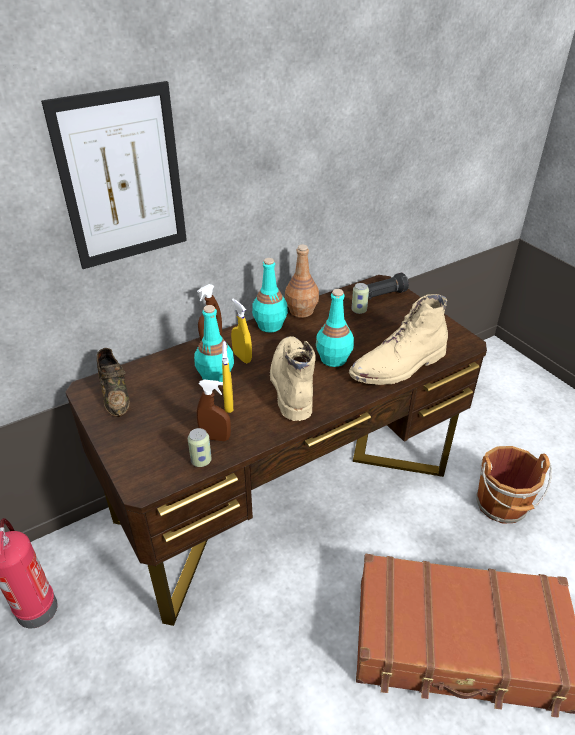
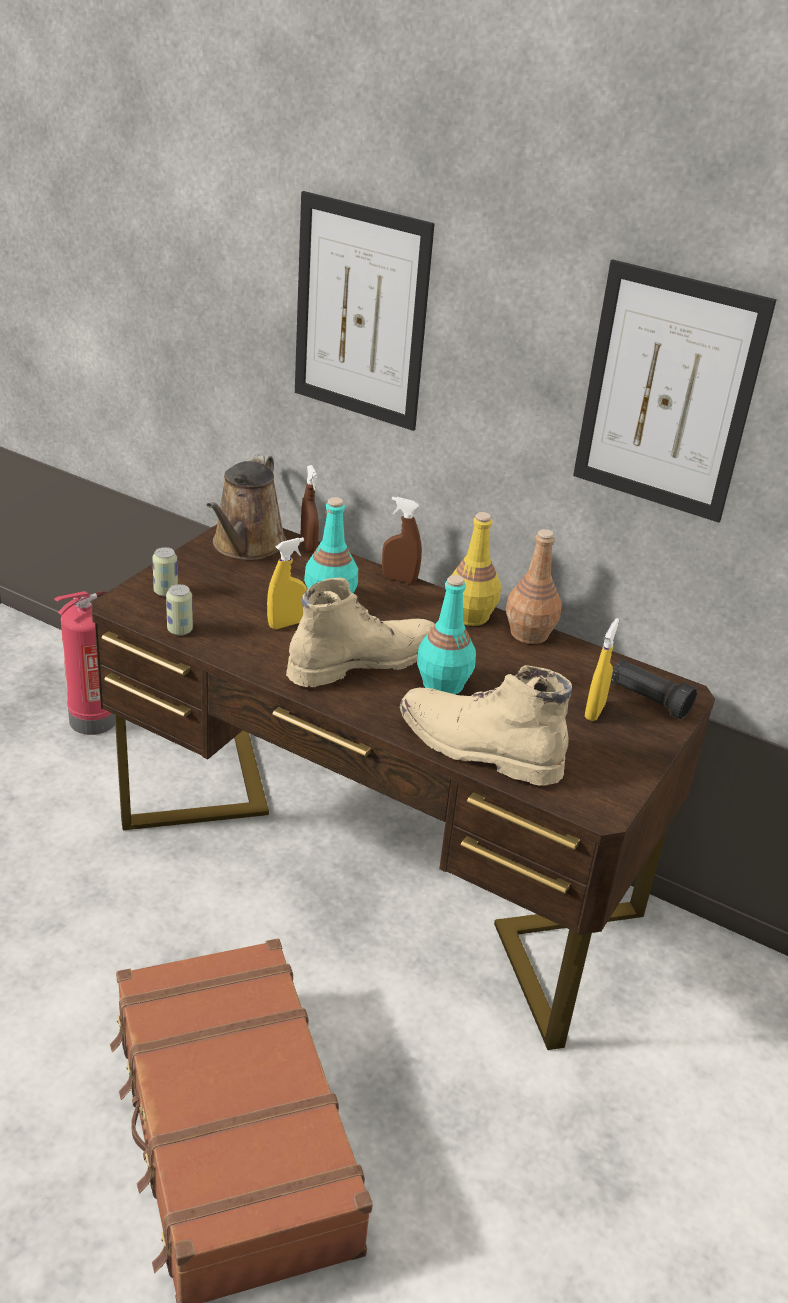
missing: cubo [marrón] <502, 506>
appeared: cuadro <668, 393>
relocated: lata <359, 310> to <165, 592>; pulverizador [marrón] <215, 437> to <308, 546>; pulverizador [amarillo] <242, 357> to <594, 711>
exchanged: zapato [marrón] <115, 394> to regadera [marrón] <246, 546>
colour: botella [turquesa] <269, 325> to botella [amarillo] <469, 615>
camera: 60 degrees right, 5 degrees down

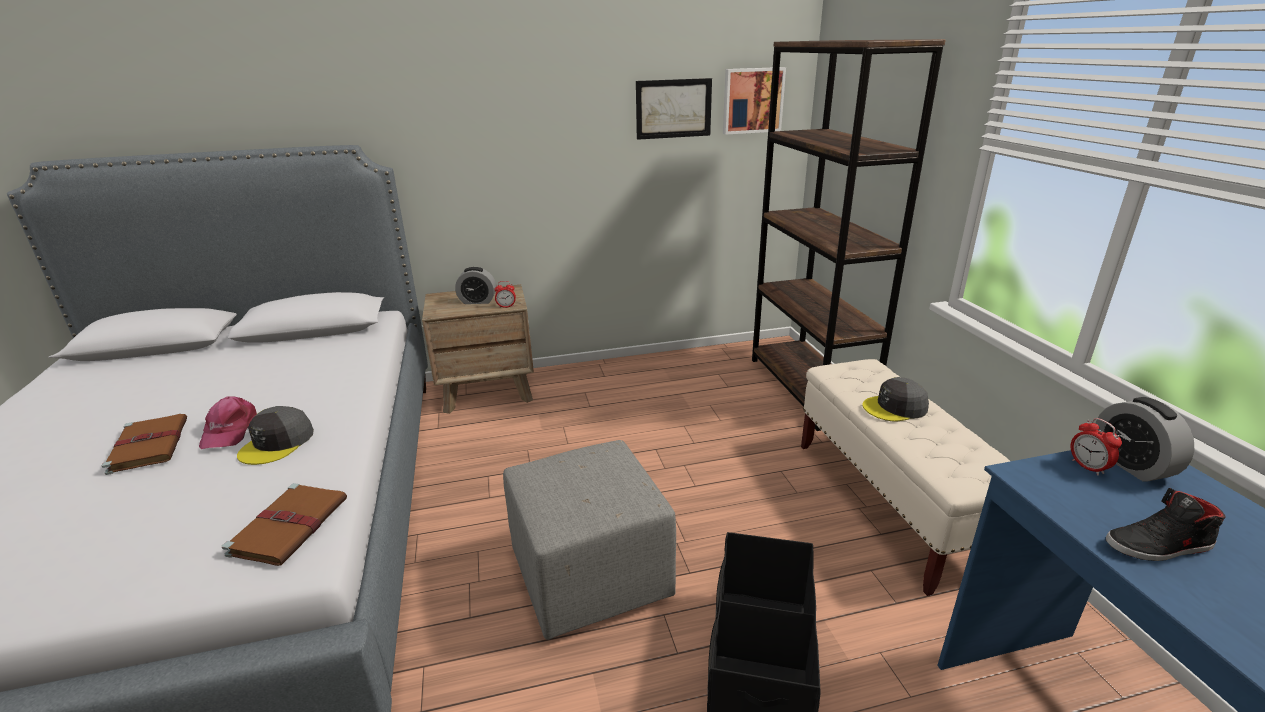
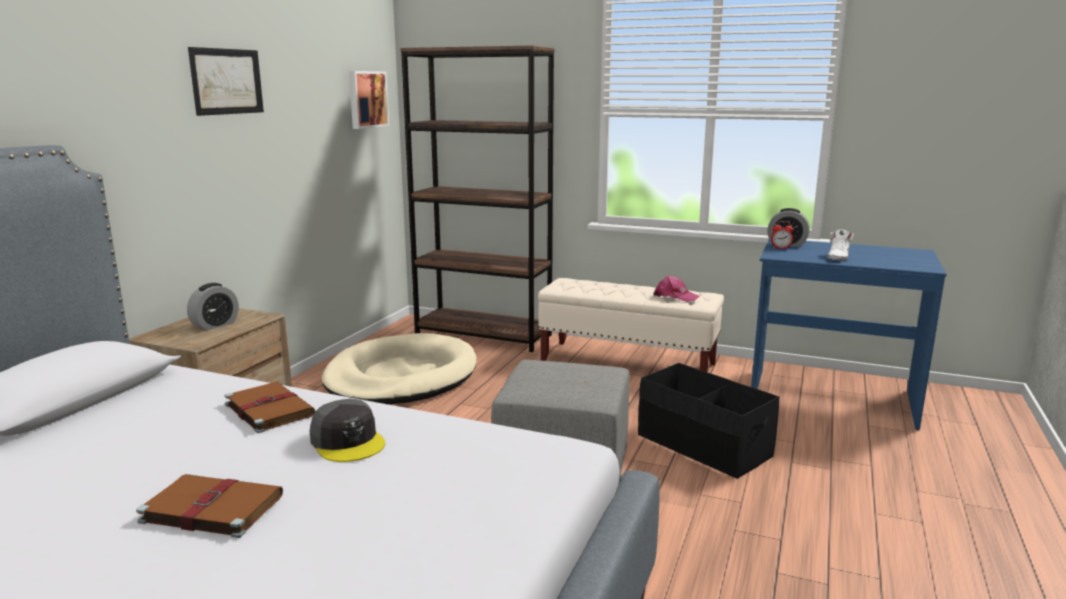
missing: despertador <506, 306>; gorra [gris] <895, 407>
appeared: cama para perro [beis] <401, 377>
relocated: cuadro <673, 108> to <227, 81>; libro [marrón] <291, 525> to <268, 409>; gorra [rosa] <230, 430> to <675, 296>
colour: zapato [negro] <1159, 546> to zapato [blanco] <838, 257>
camera: 55 degrees left, 10 degrees down

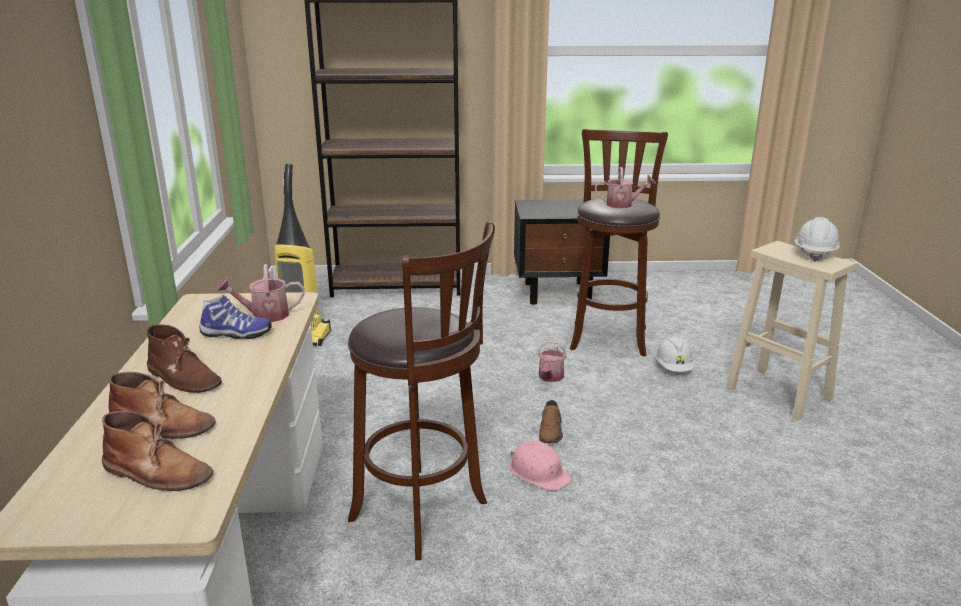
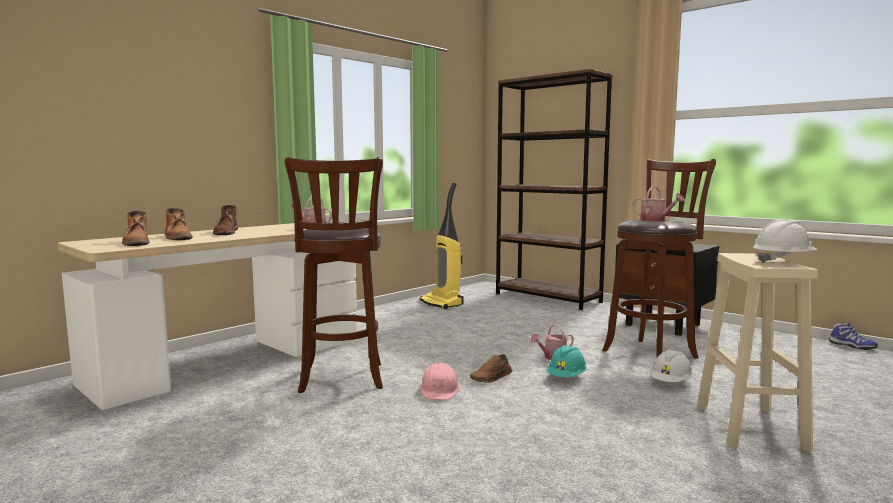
appeared: casco [turquesa] <566, 377>
relocated: zapato <235, 334> to <851, 346>
camera: 45 degrees right, 15 degrees down

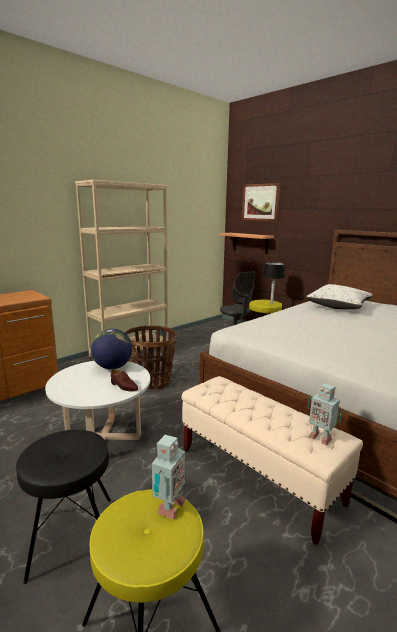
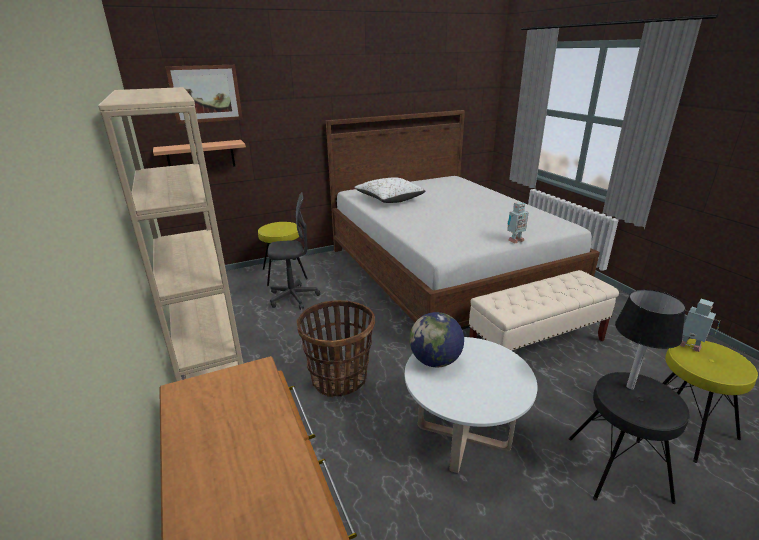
missing: zapato [marrón] <124, 386>
relocated: robot de juguete <320, 437> to <514, 240>; lámpara de mesa [negro] <271, 304> to <630, 387>
camera: 70 degrees left, 10 degrees up

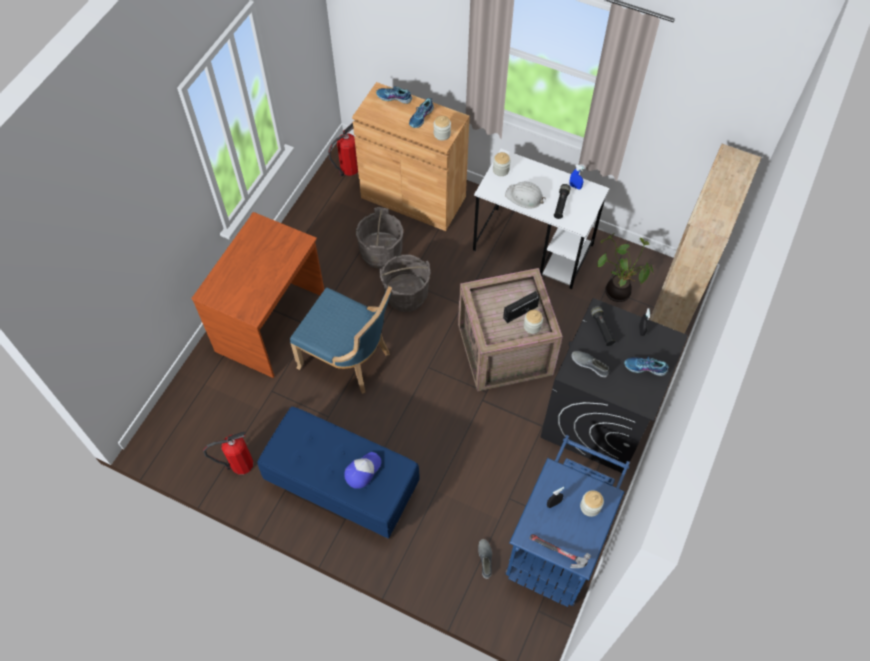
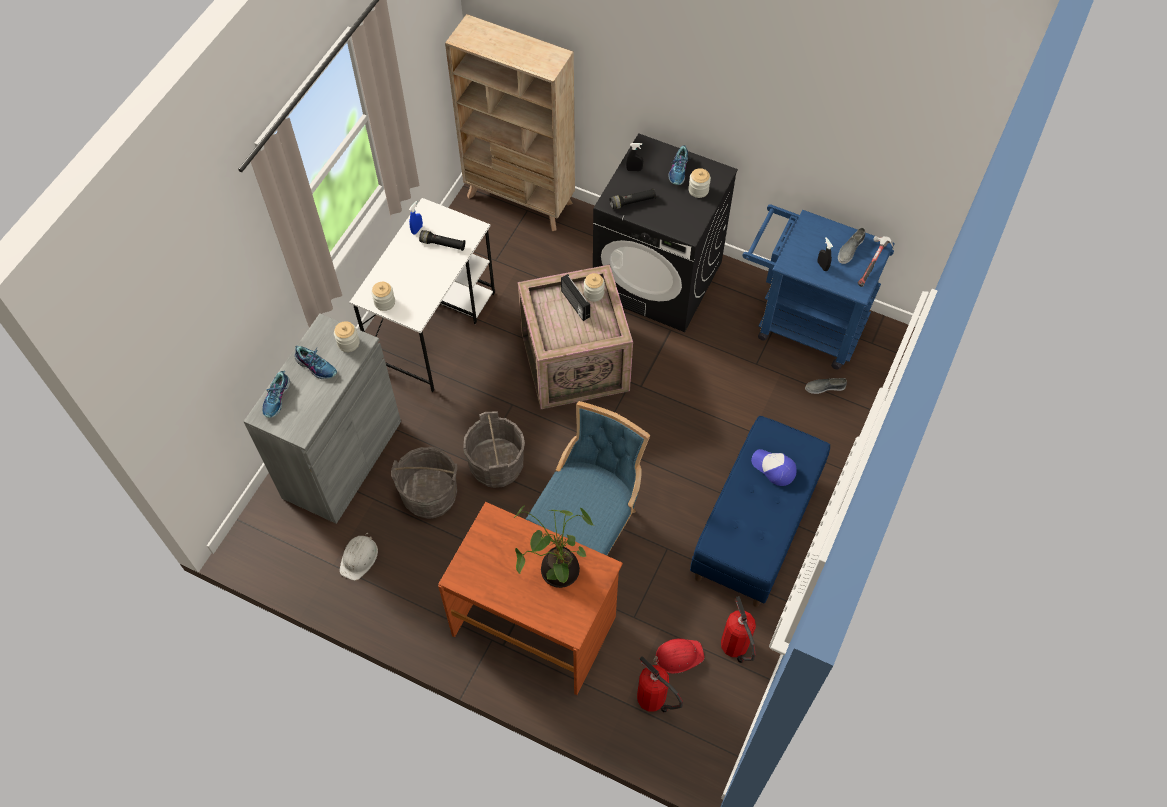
appeared: casco [rojo] <678, 655>
relocated: casco [blanco] <524, 197> to <359, 558>; planta en maceta <618, 290> to <556, 569>; extintor <348, 169> to <654, 699>; tarro <590, 507> to <698, 190>; zapato [gris] <590, 364> to <850, 249>
colour: armario [marrón] <413, 197> to armario [gris] <342, 459>
camera: 90 degrees left, 0 degrees up

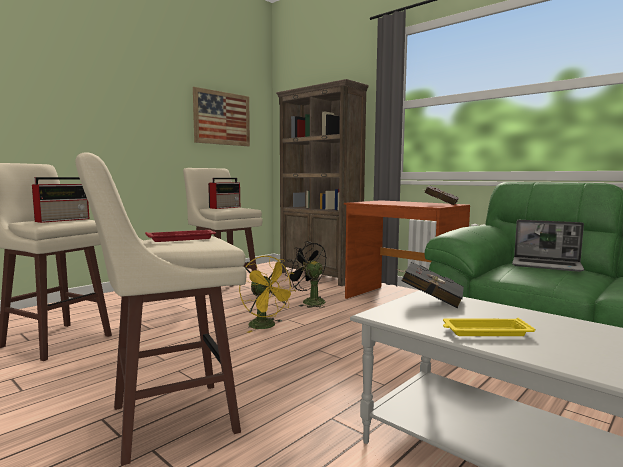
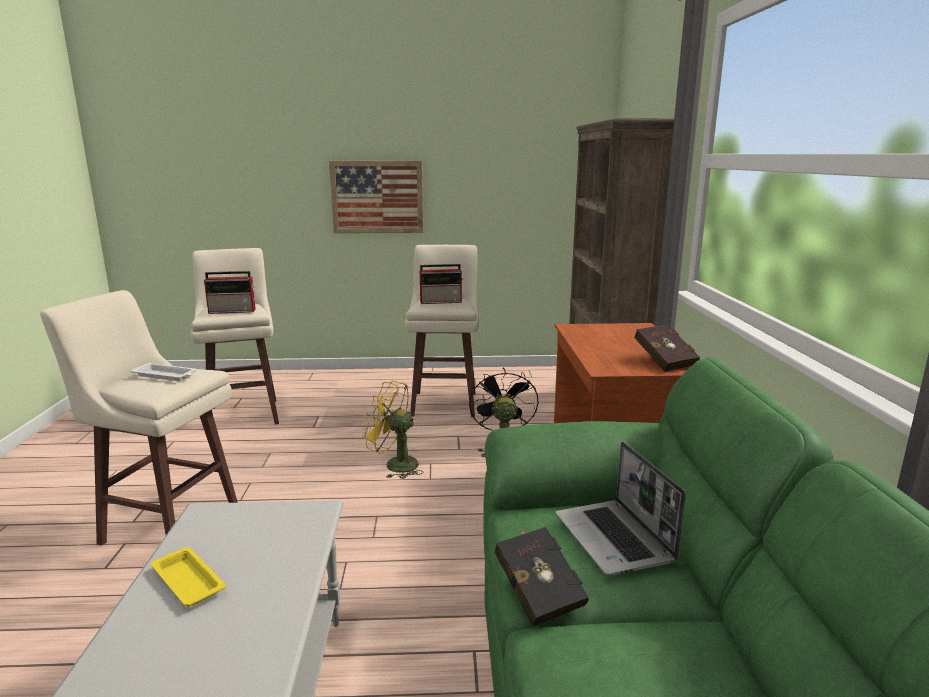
relocated: cuadro <222, 118> to <377, 197>; libro [negro] <429, 299> to <537, 591>
colour: bandeja [rojo] <182, 239> to bandeja [blanco] <165, 375>
spun: ventilador [amarillo] <266, 326> = <394, 465> 105 degrees clockwise
camera: 45 degrees right, 10 degrees up

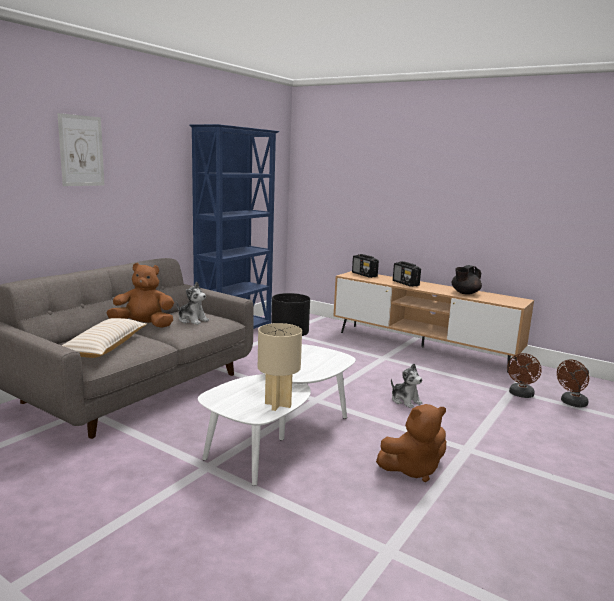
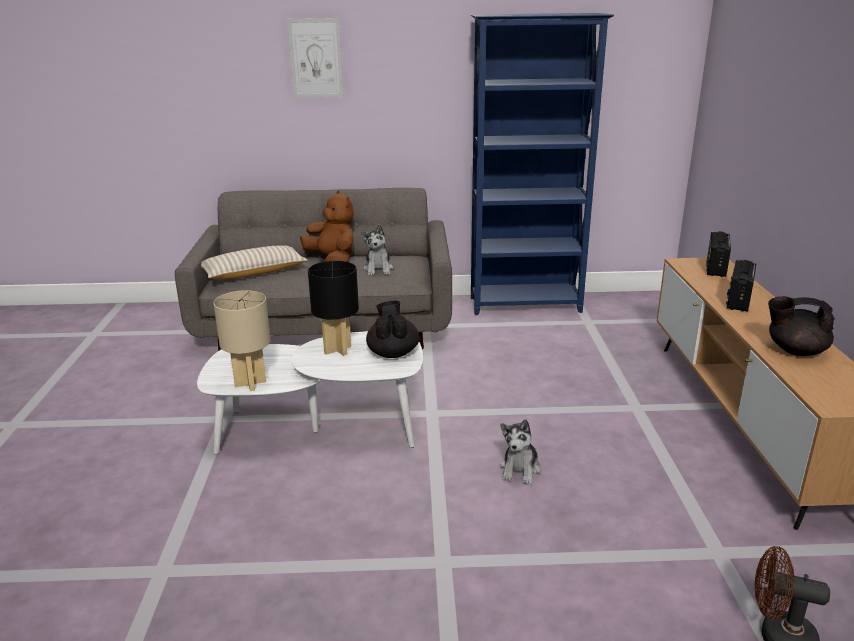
missing: peluche [marrón] <413, 469>; ventilador [marrón] <521, 395>
appeared: tetera [negro] <393, 353>
camera: 55 degrees right, 10 degrees up

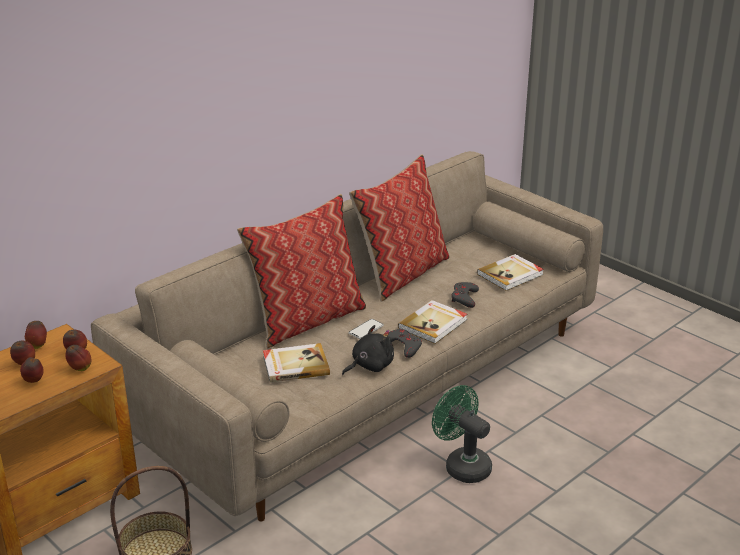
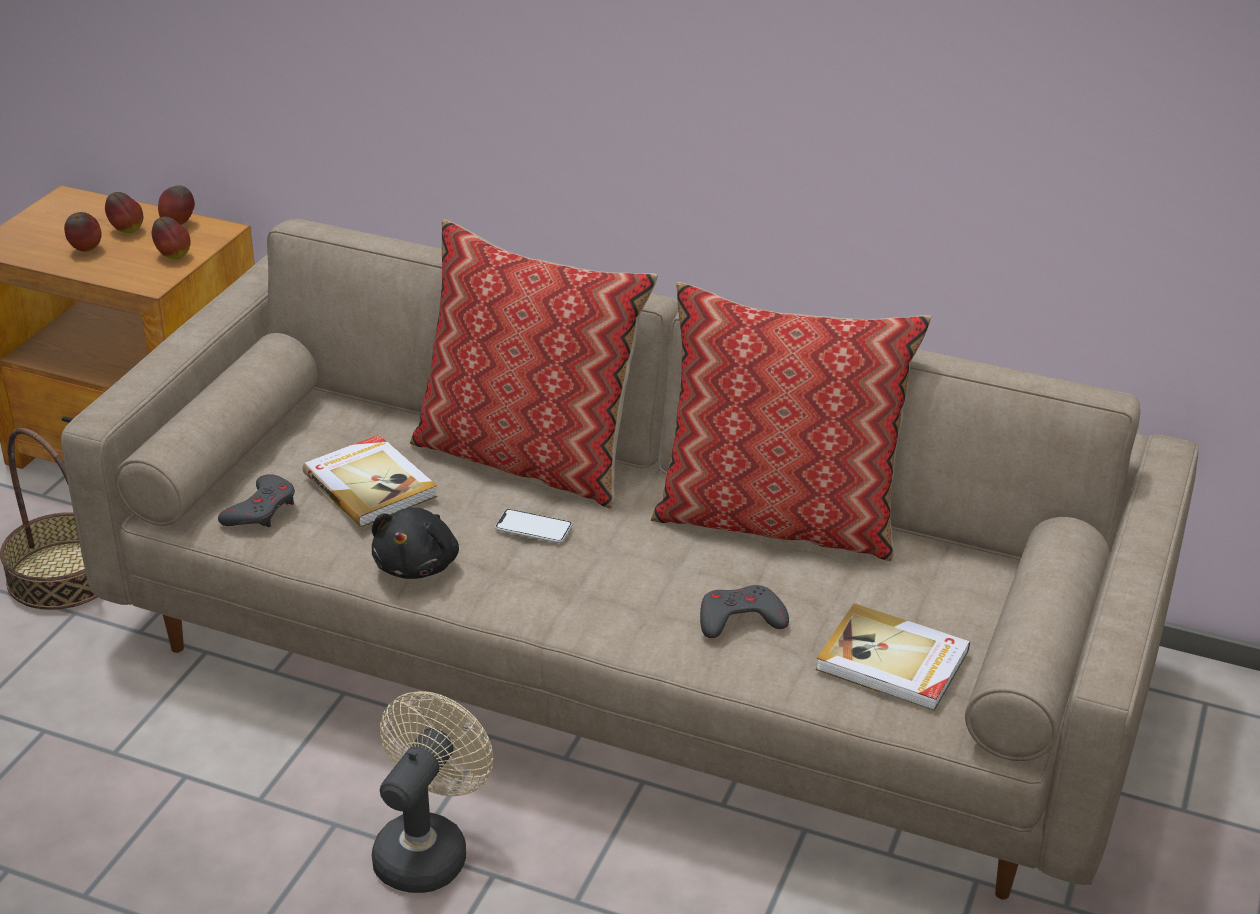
missing: manzana <80, 369>; libro <434, 324>
relocated: mando de consola [gris] <403, 346> to <261, 509>
colour: ventilador [verde] <462, 465> to ventilador [beis] <427, 848>
spun: peluche [negro] <370, 366> = <418, 565> 75 degrees clockwise
camera: 65 degrees right, 5 degrees up

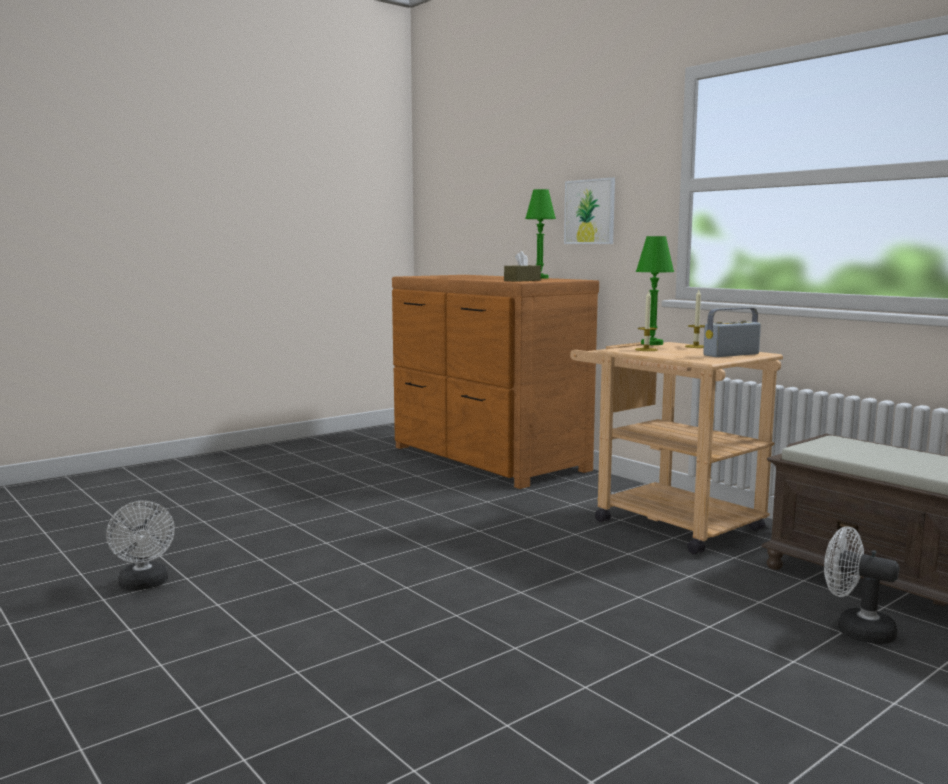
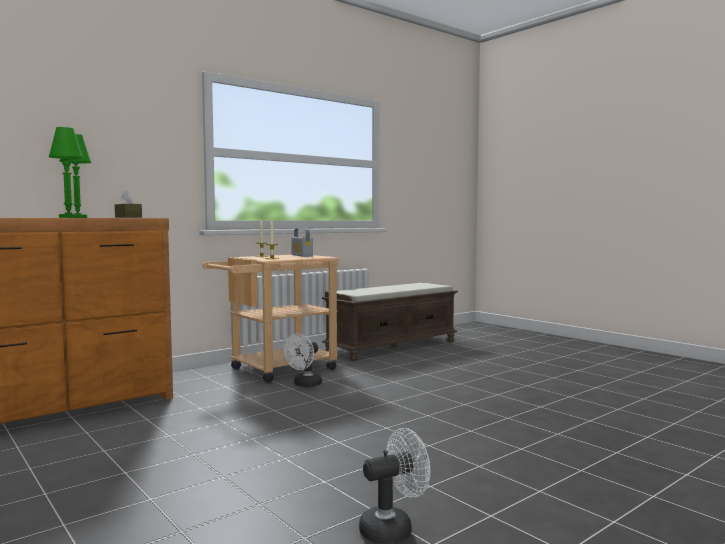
missing: cuadro <590, 212>
relocated: lámpara de mesa [verde] <652, 344> to <68, 217>; ventilador [blanco] <855, 630> to <304, 385>
camera: 90 degrees left, 5 degrees down

